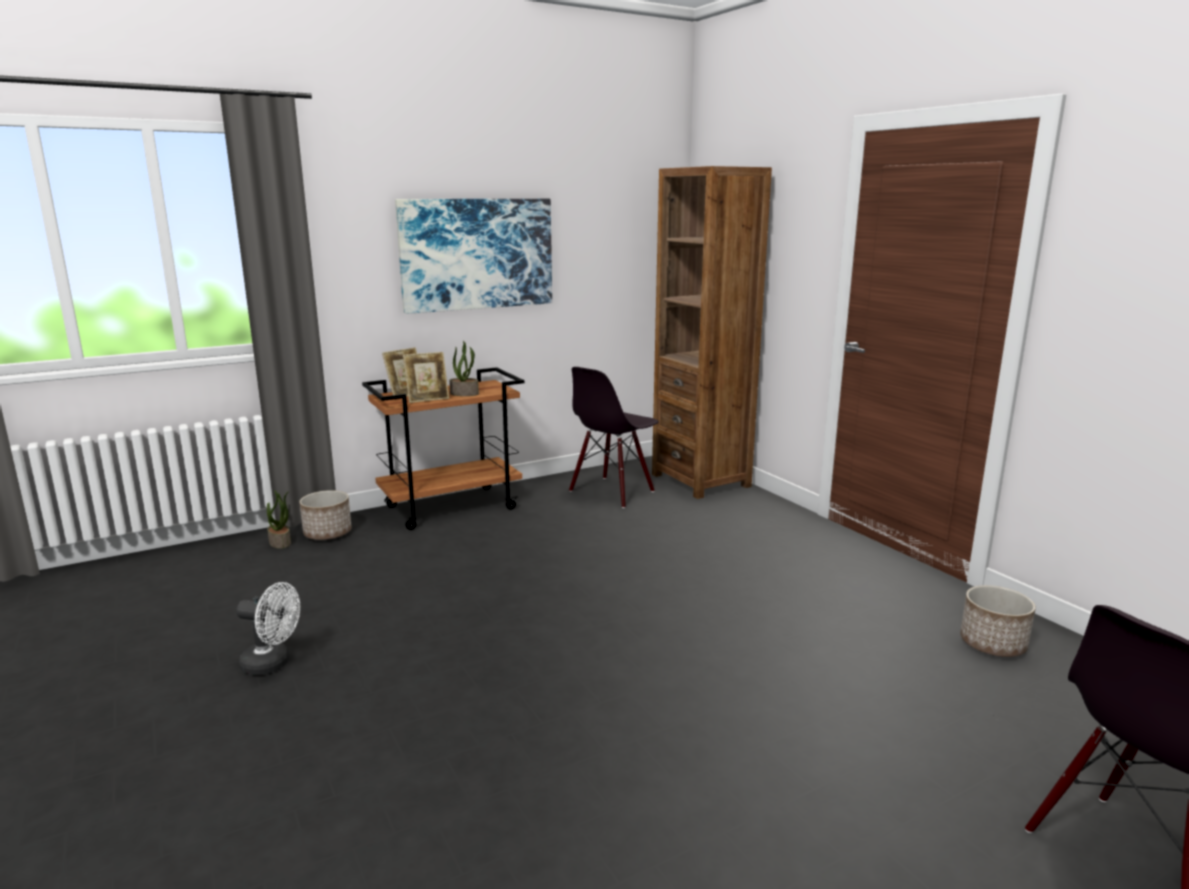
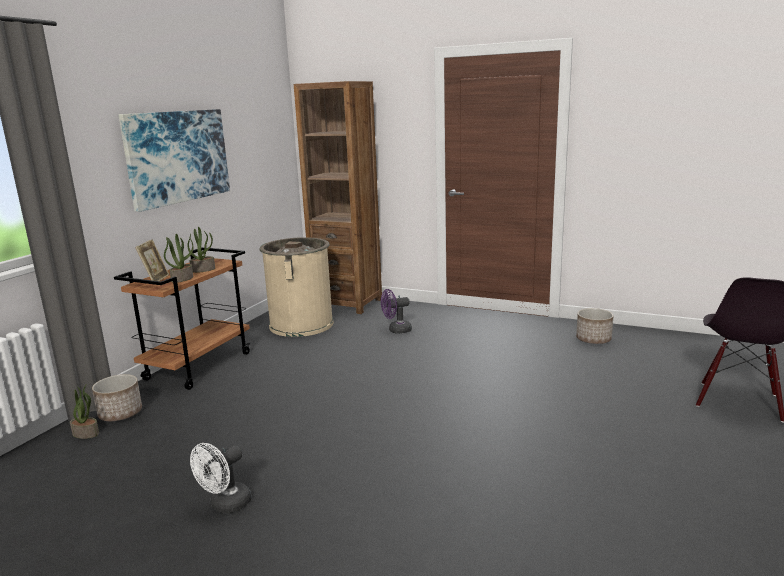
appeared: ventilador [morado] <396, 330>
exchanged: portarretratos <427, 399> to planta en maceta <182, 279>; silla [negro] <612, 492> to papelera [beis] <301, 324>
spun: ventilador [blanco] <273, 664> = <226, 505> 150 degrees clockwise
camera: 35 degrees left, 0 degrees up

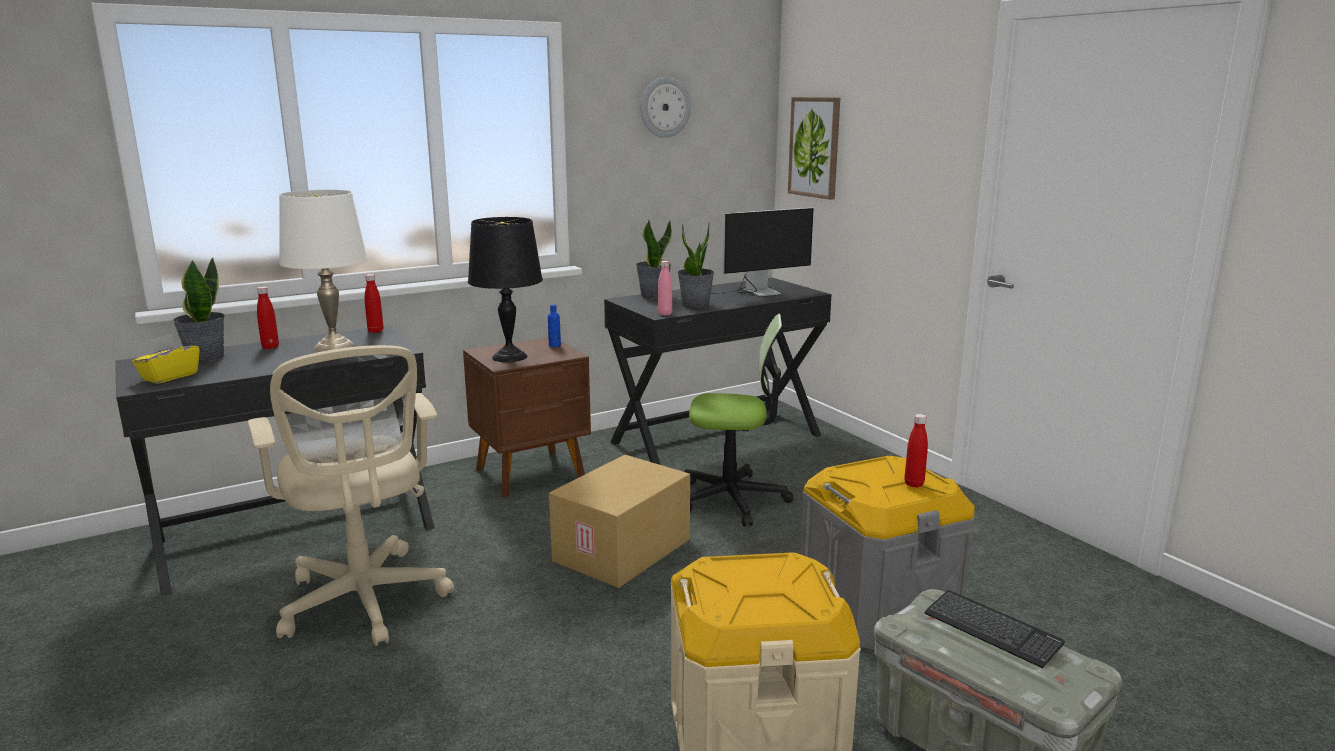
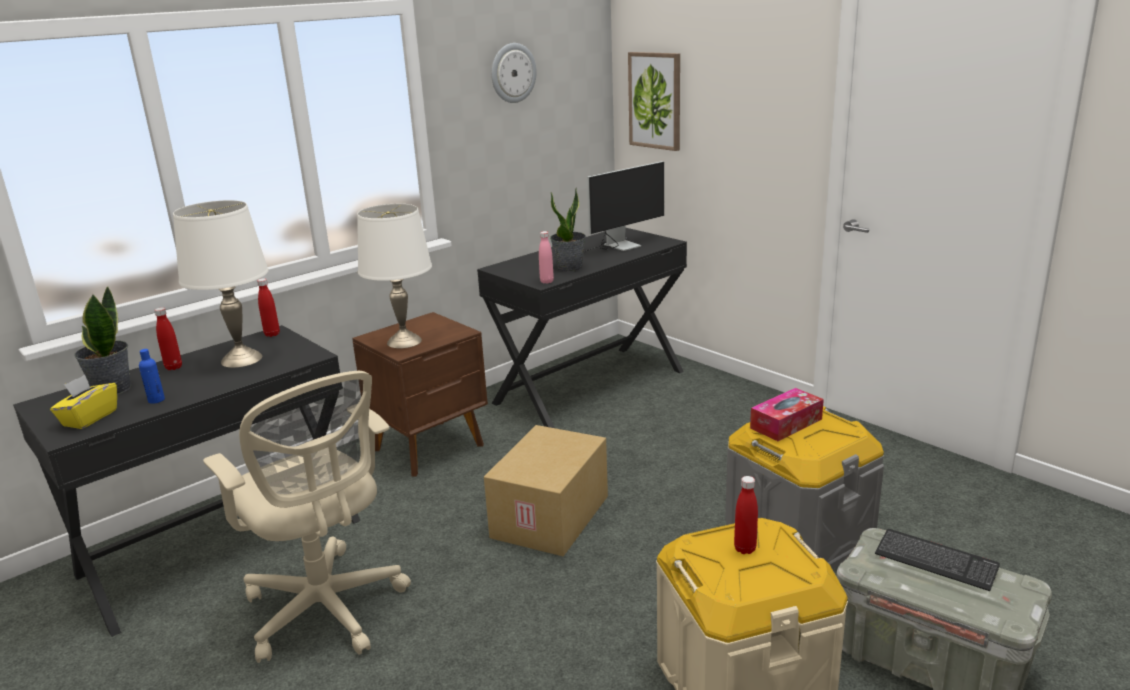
missing: planta en maceta <653, 295>; silla de oficina <732, 499>
appeared: caja de pañuelos <786, 424>
relocated: botella [azul] <554, 345> to <156, 400>; botella [rojo] <914, 484> to <745, 549>
colour: lámpara de mesa [negro] <509, 357> to lámpara de mesa [blanco] <404, 341>
camera: 10 degrees left, 5 degrees up

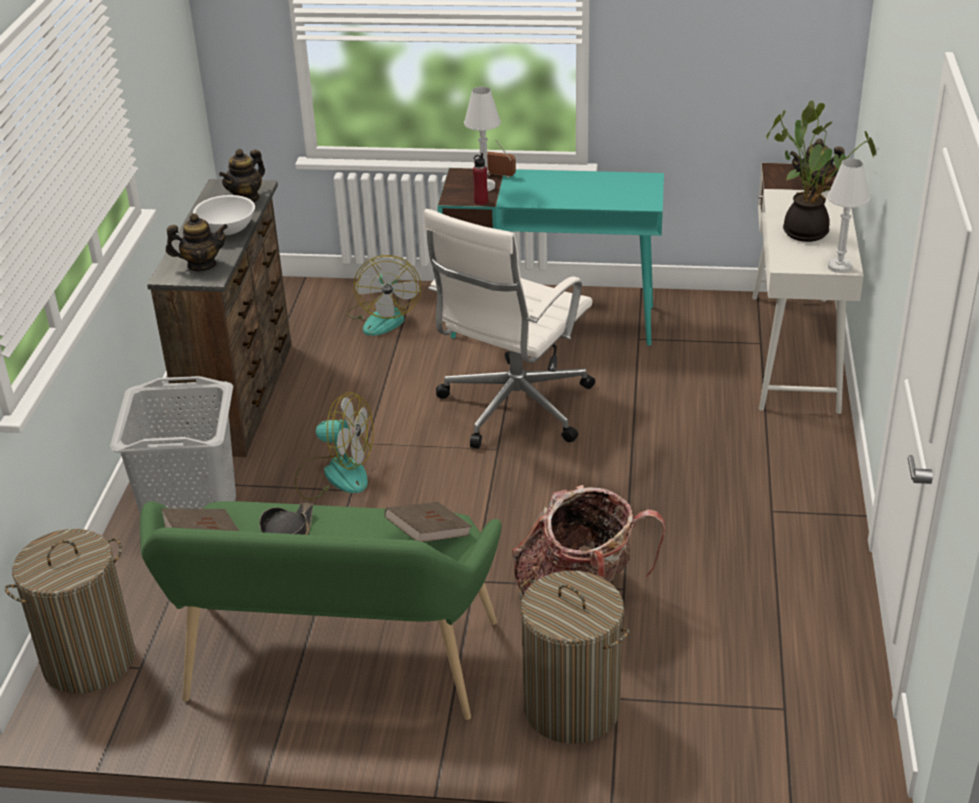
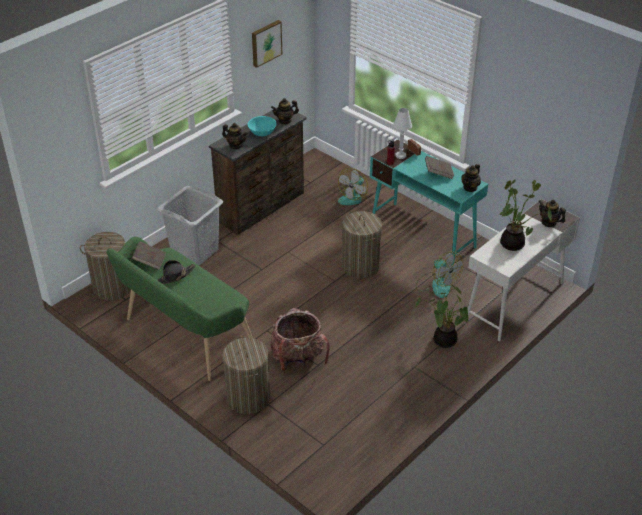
missing: lámpara de mesa [blanco] <839, 267>
appeared: cuadro <265, 43>; planta en maceta <442, 340>; tetera <470, 188>
relocated: ventilador <335, 474> to <437, 284>; libro [marrón] <428, 535> to <438, 173>
exchanged: silla de oficina [blanco] <513, 408> to cesto de la ropa <360, 266>
colour: cuenco [blanco] <227, 229> to cuenco [turquesa] <262, 132>
camera: 35 degrees right, 5 degrees up

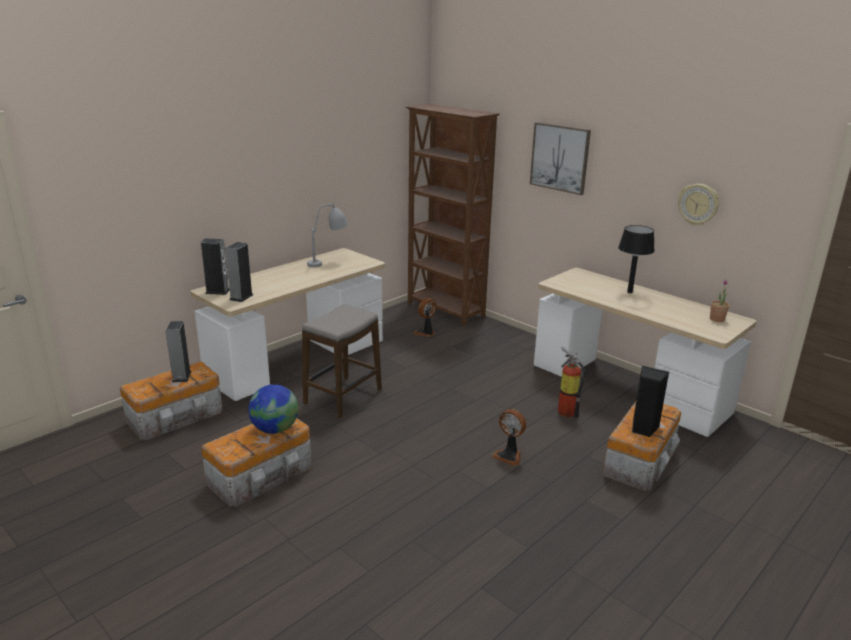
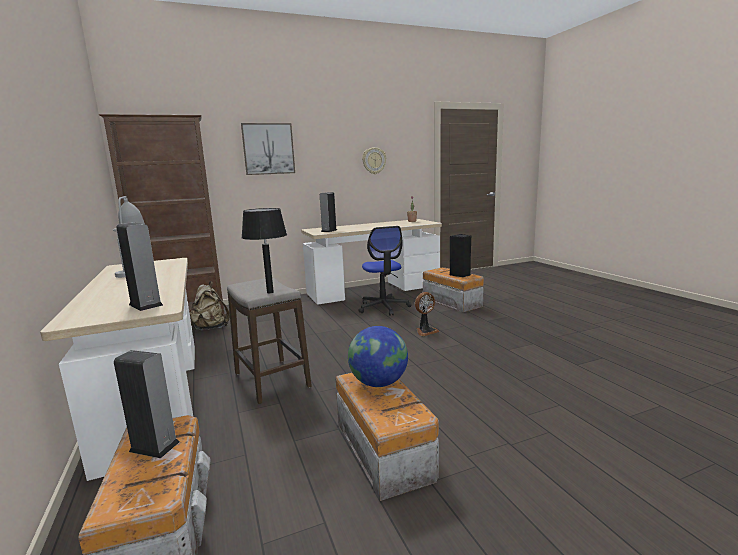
relocated: lámpara de mesa [negro] <629, 292> to <269, 292>; altavoz <217, 291> to <329, 230>
exchanged: ventilador <426, 333> to mochila [beis] <210, 328>; extintor <566, 410> to silla de oficina <383, 307>
camera: 65 degrees left, 10 degrees down

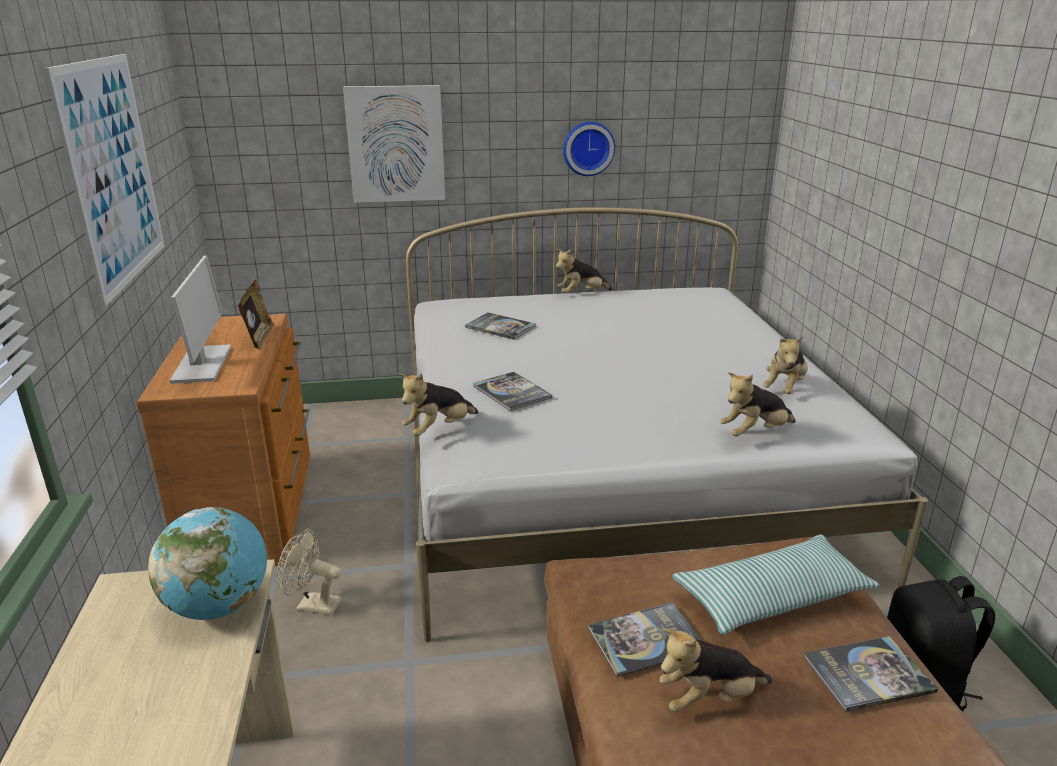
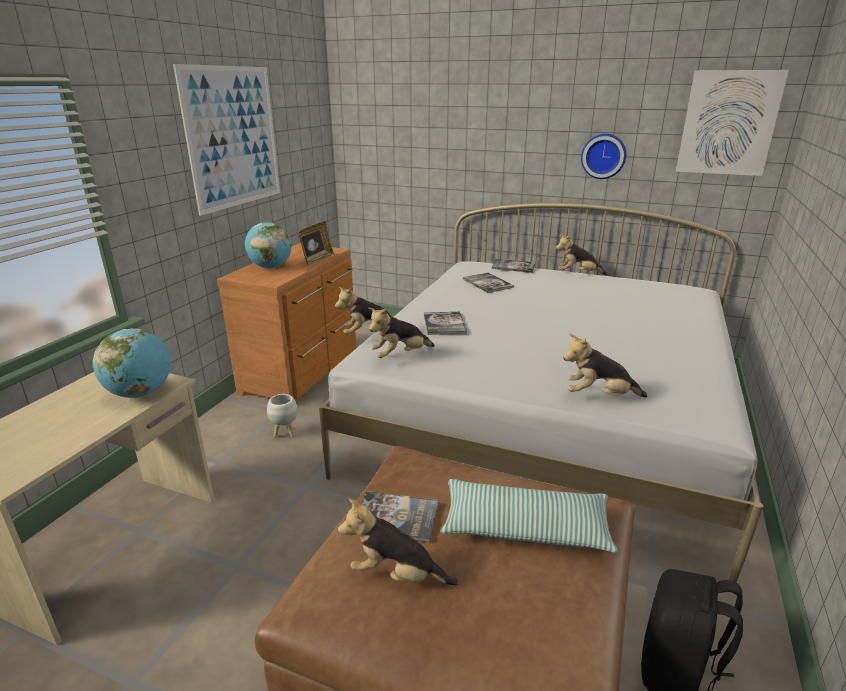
relocated: peluche <784, 388> to <400, 355>; libro <868, 674> to <513, 266>; cuadro <396, 144> to <728, 123>
exchanged: monitor <202, 365> to globo terráqueo <270, 267>; ventilador [beis] <312, 605> to maceta [blanco] <285, 434>
camera: 30 degrees right, 0 degrees up

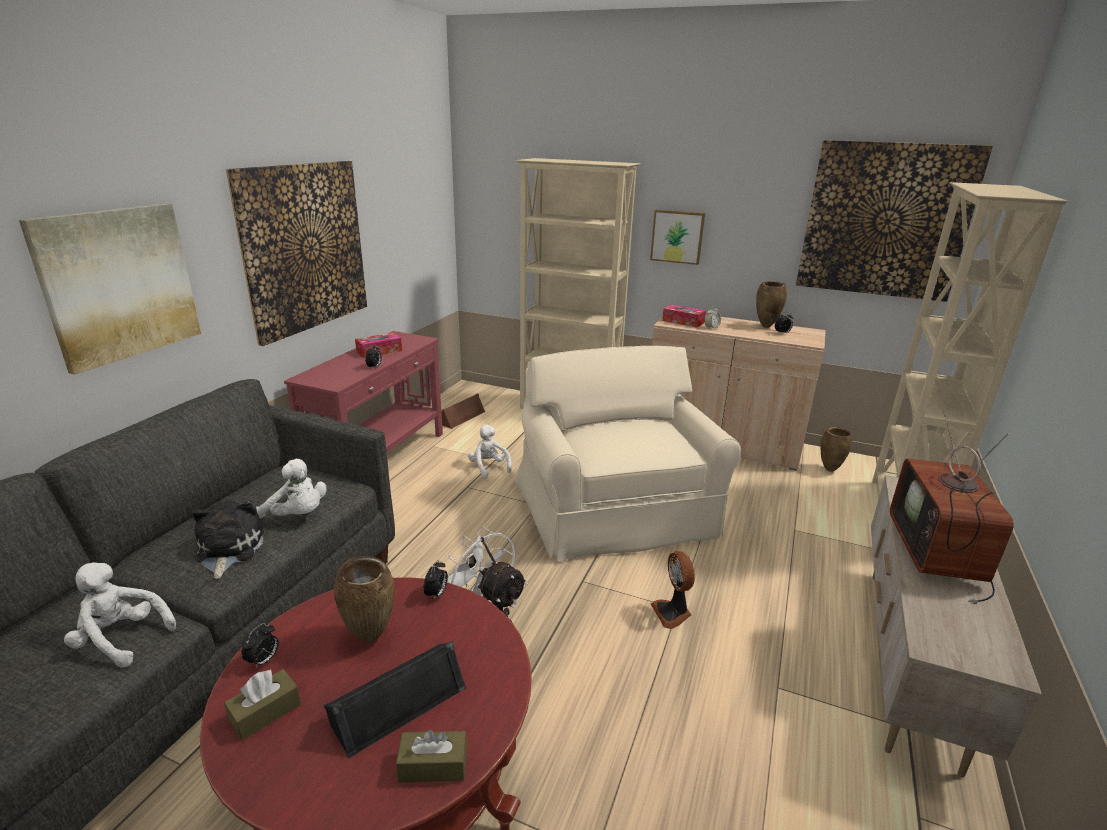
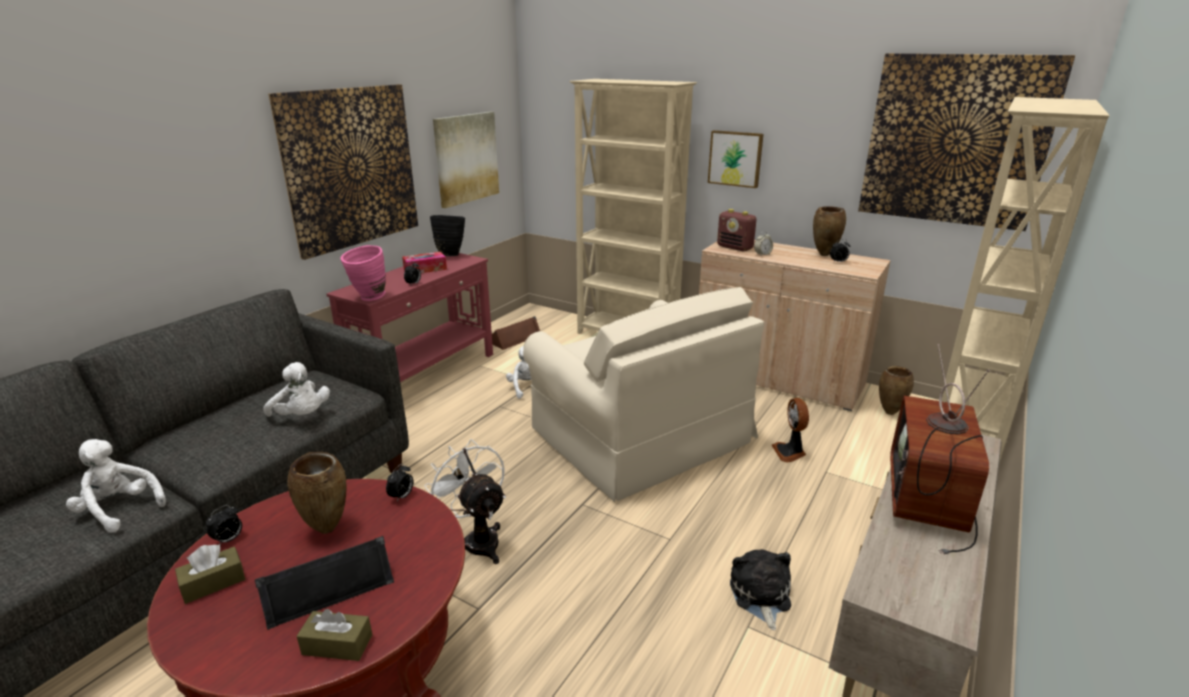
appeared: florero [rosa] <368, 298>; florero [negro] <451, 255>
relocated: cuadro <119, 284> to <466, 158>; peluche <228, 550> to <760, 596>; ventilador <672, 613> to <790, 452>
exchanged: caja de pañuelos <683, 321> to radio <735, 248>
spun: sillón [beis] <614, 508> = <640, 436> 150 degrees clockwise
camera: 10 degrees right, 0 degrees up

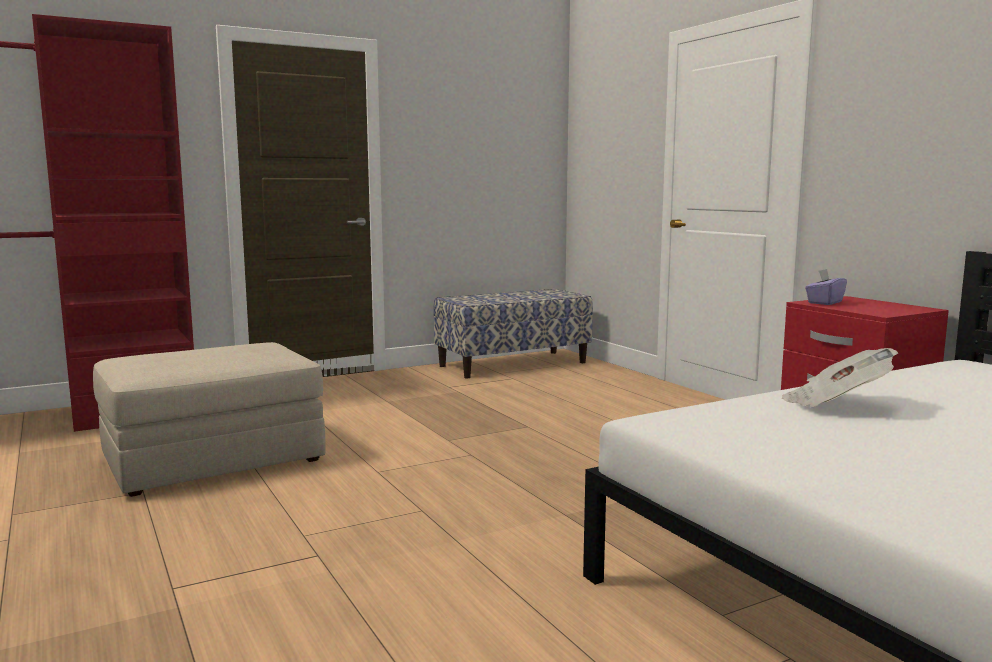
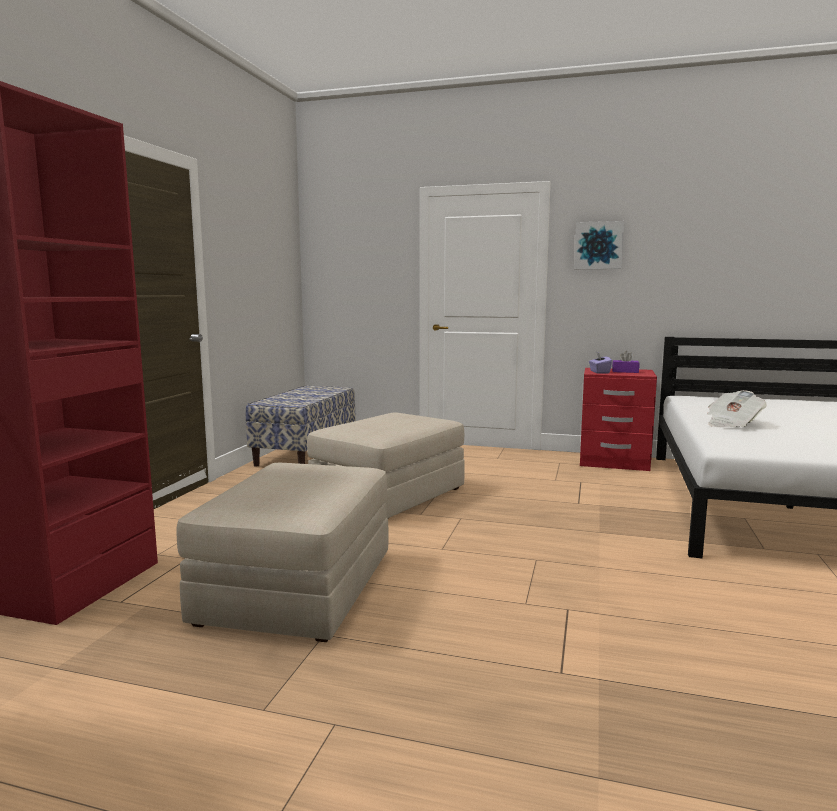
appeared: puf [beis] <389, 495>; cuadro <598, 245>; caja de pañuelos [morado] <625, 371>
camera: 45 degrees left, 0 degrees up

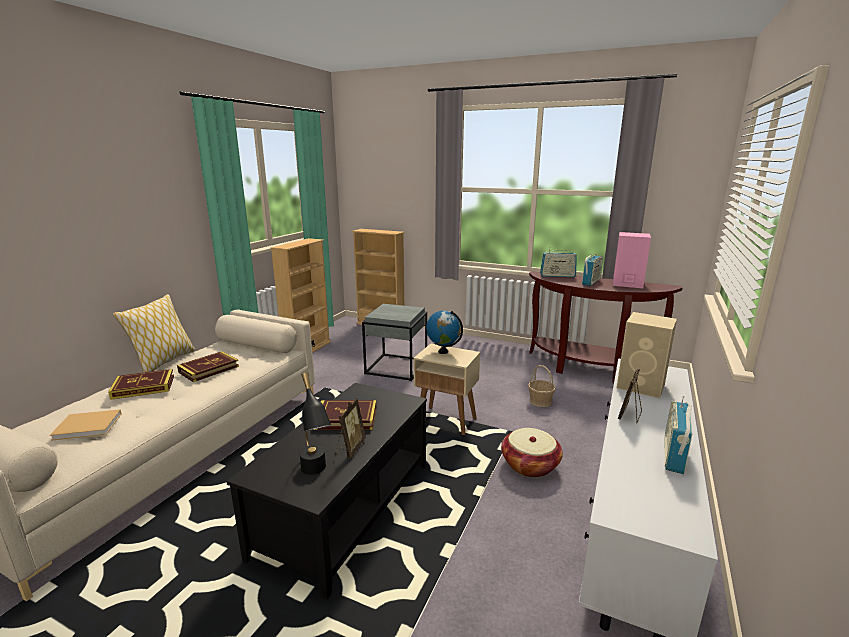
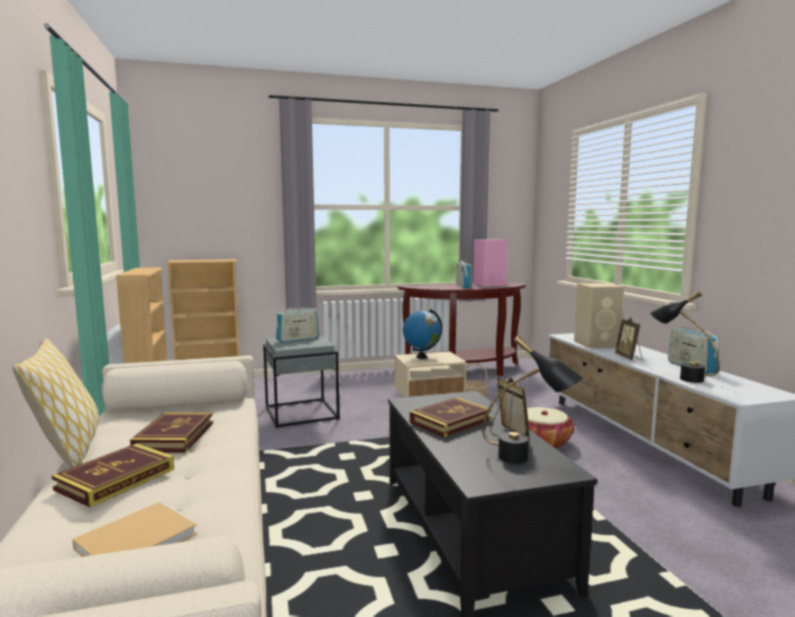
appeared: lámpara de mesa [negro] <680, 377>
relocated: radio <557, 276> to <297, 339>
camera: 40 degrees left, 10 degrees down

